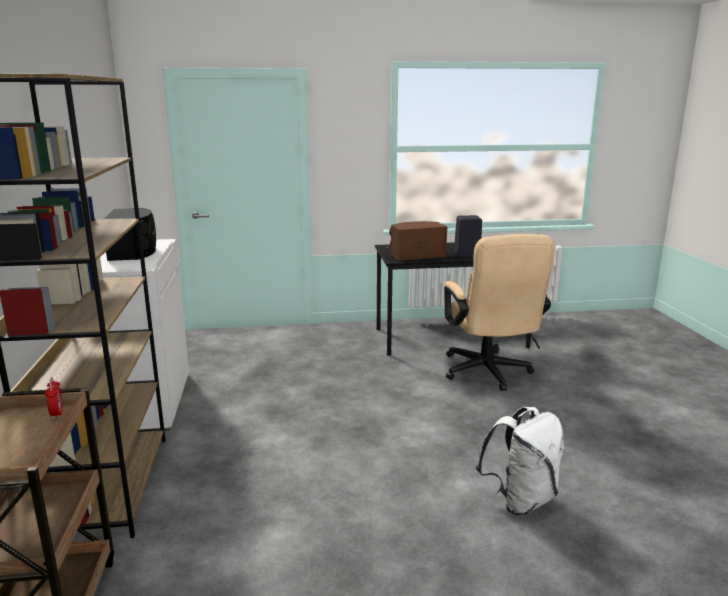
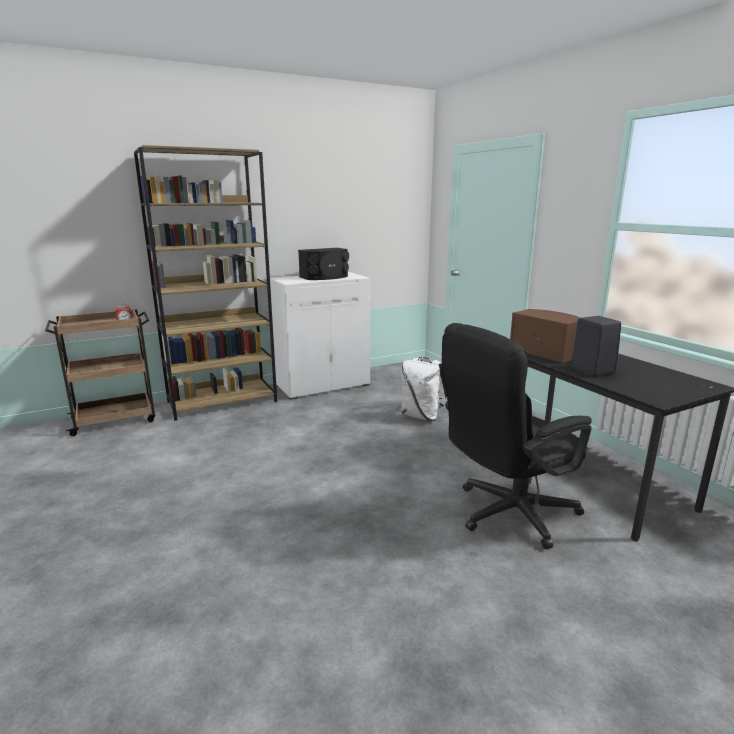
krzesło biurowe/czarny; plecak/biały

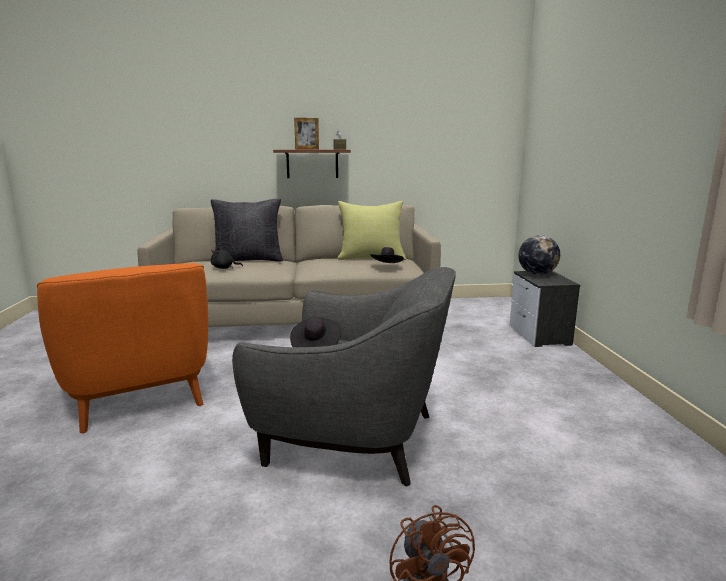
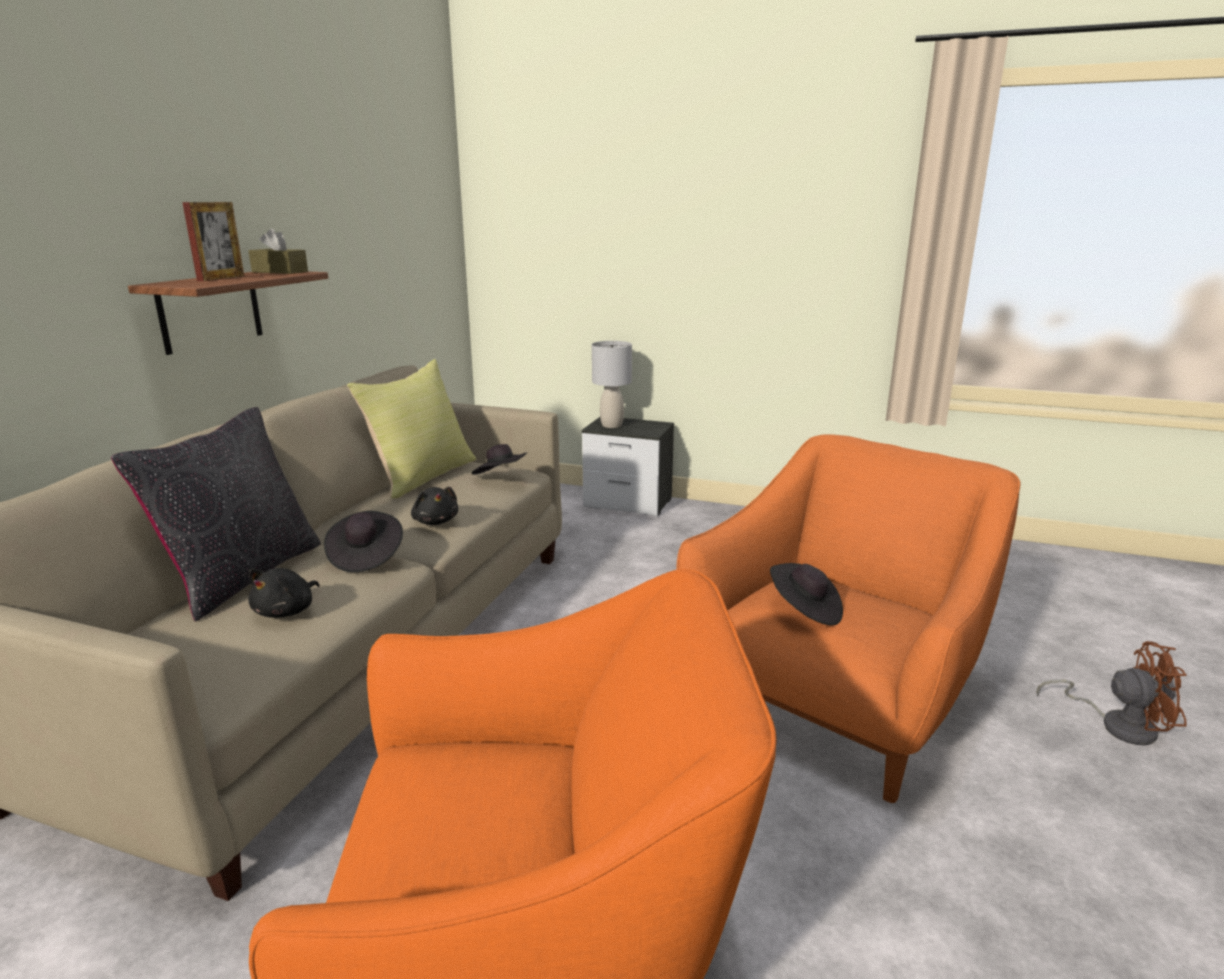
fotel/pomarańczowy (2nd from left); lampa stołowa/szary; kapelusz/czarny (1st from left); pluszak/czarny (2nd from left)

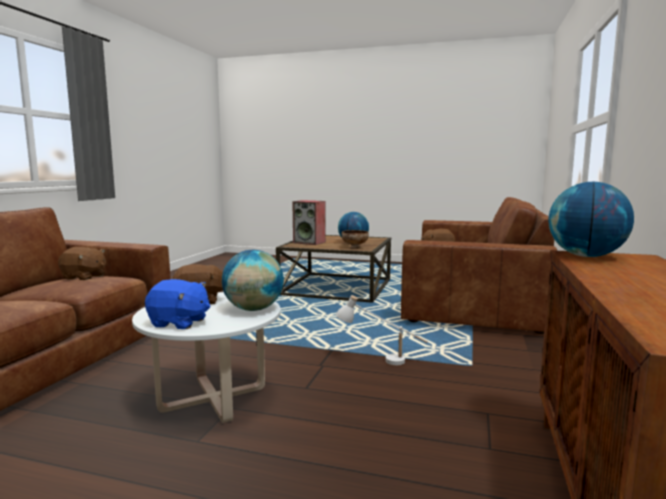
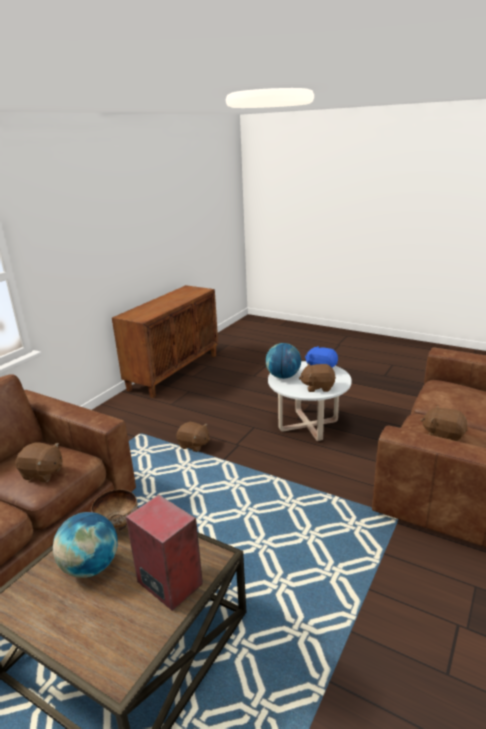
pluszak/brązowy (2nd from left); globus (3rd from left in the first image)

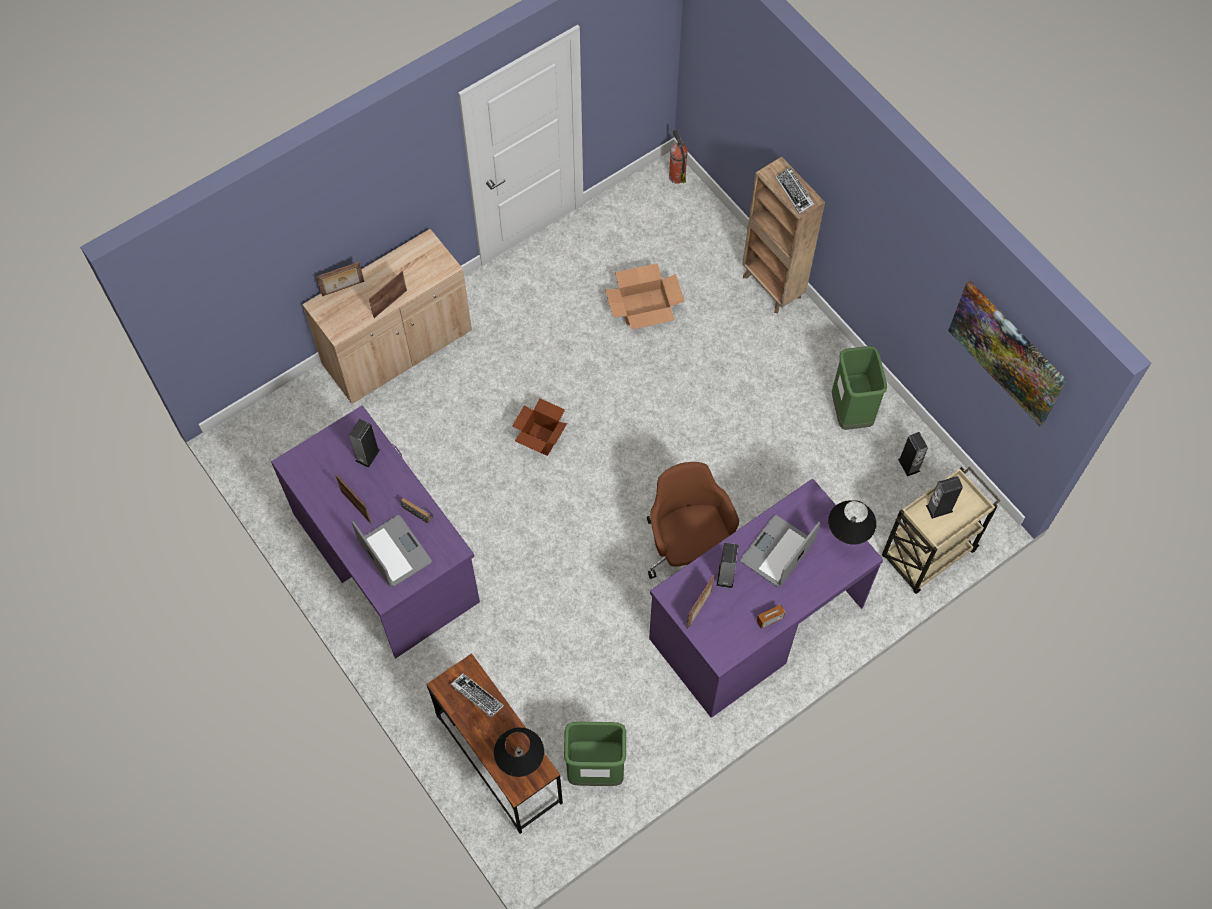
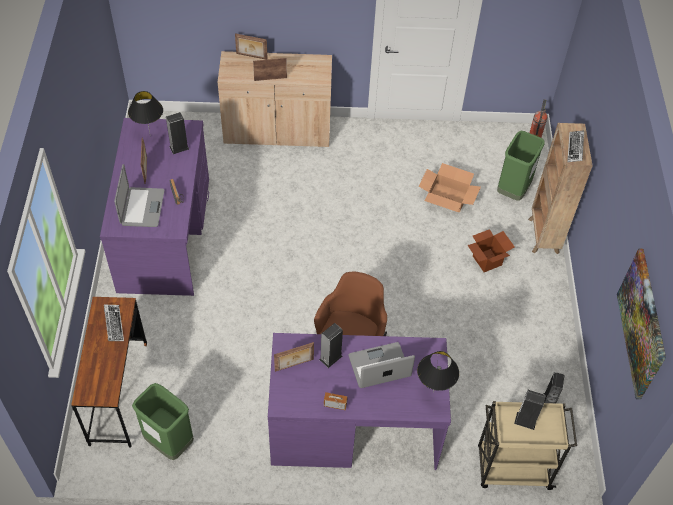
lampa stołowa/czarny (1st from left); karton (2nd from left); kosz na śmieci/zielony (2nd from left)

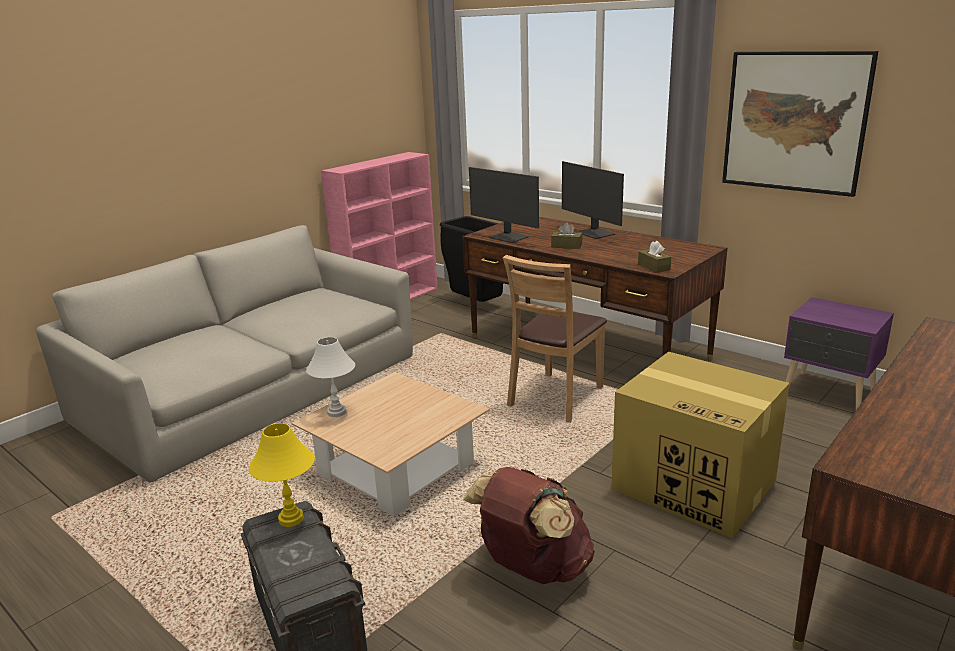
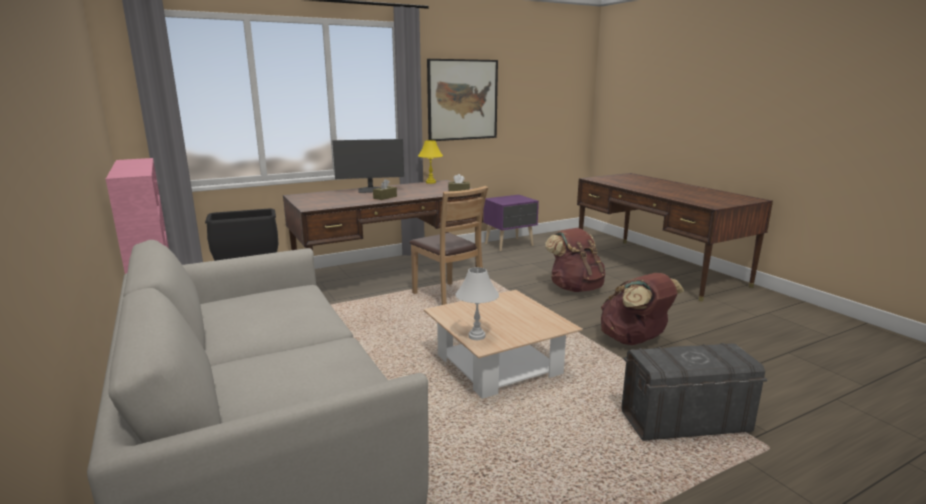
lampa stołowa/żółty; monitor (1st from left in the first image); plecak/brązowy (1st from left)

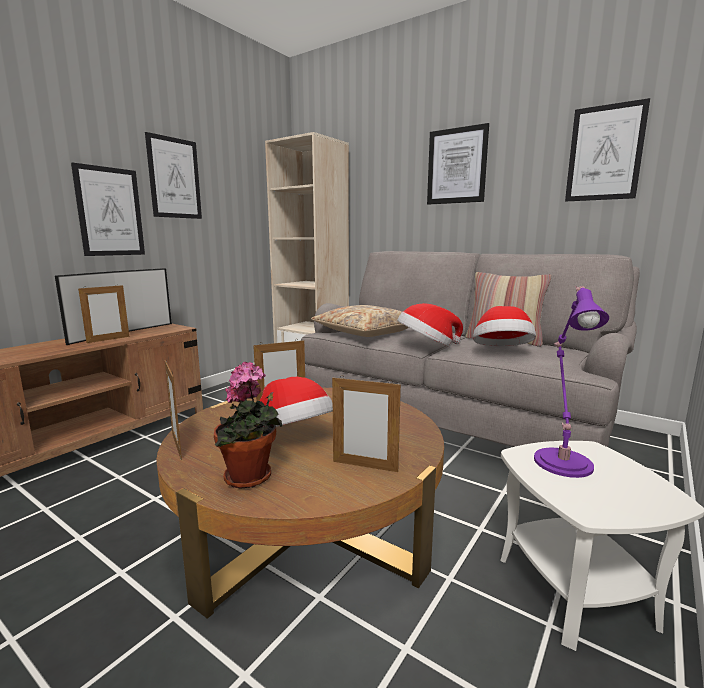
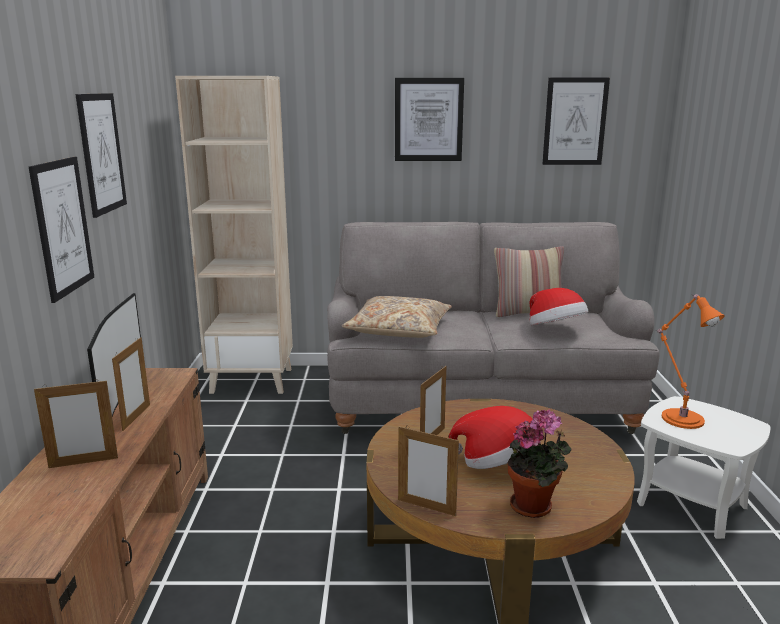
ramka na zdjęcie (1st from left); kapelusz (2nd from left in the first image); lampa stołowa/pomarańczowy

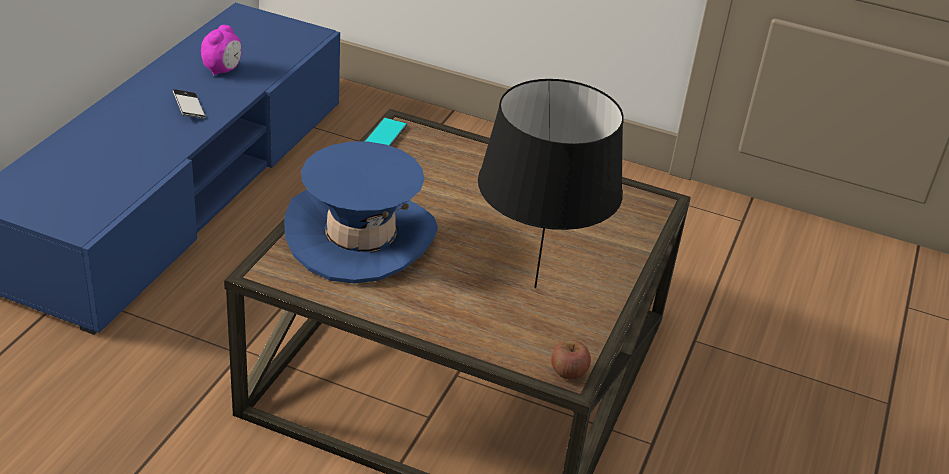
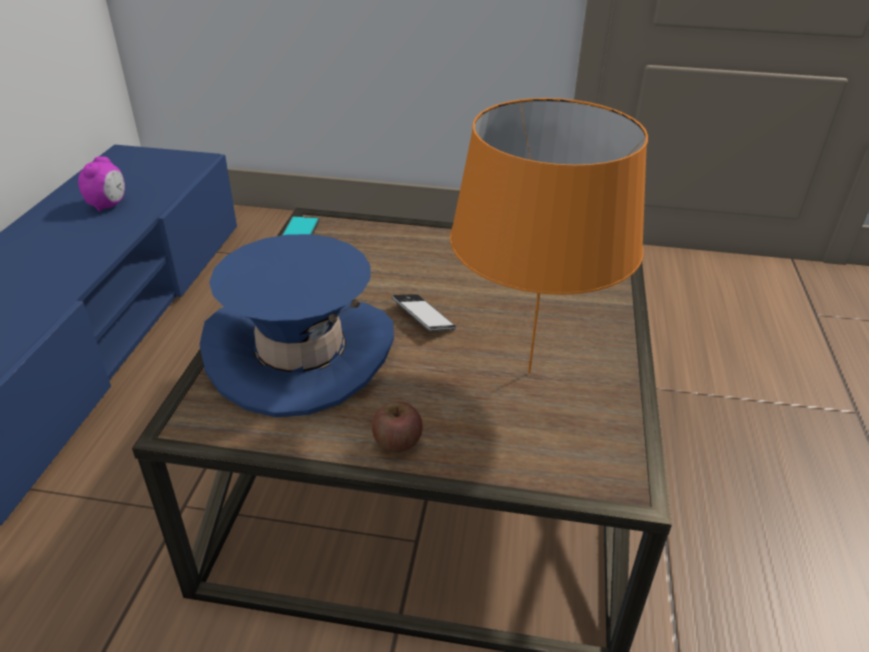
telefon (2nd from left); lampa stołowa/pomarańczowy; jabłko

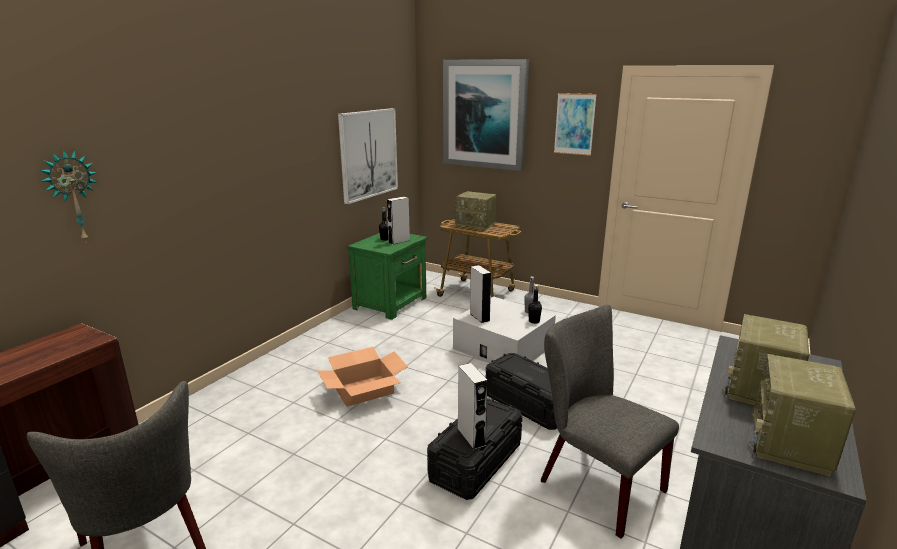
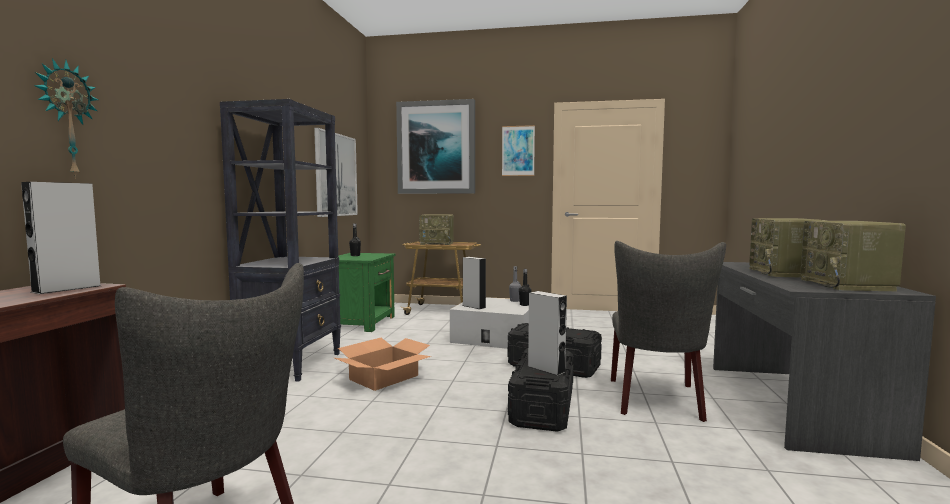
głośnik/szary (1st from left); krzesło/szary (2nd from left); regał/czarny

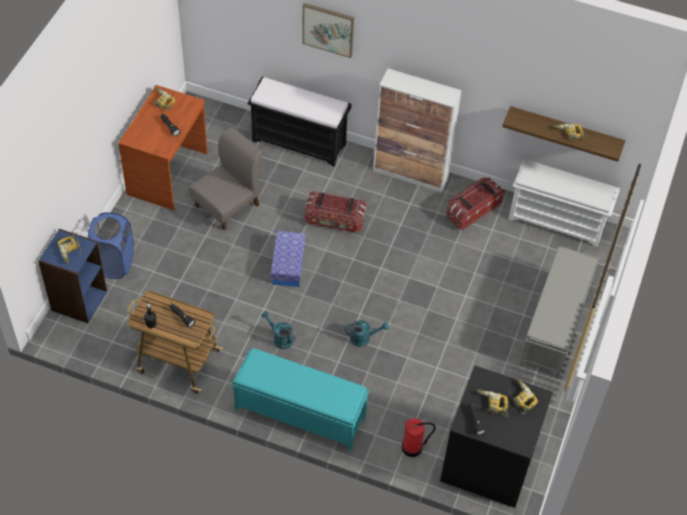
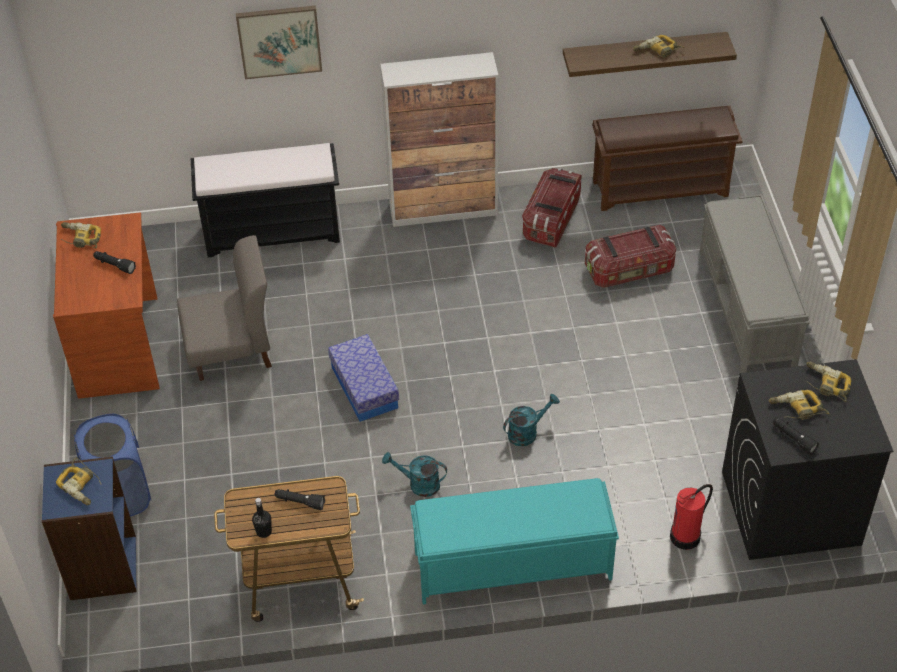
krzesło/szary; pojemnik do przechowywania (3rd from left); regał na buty/brązowy

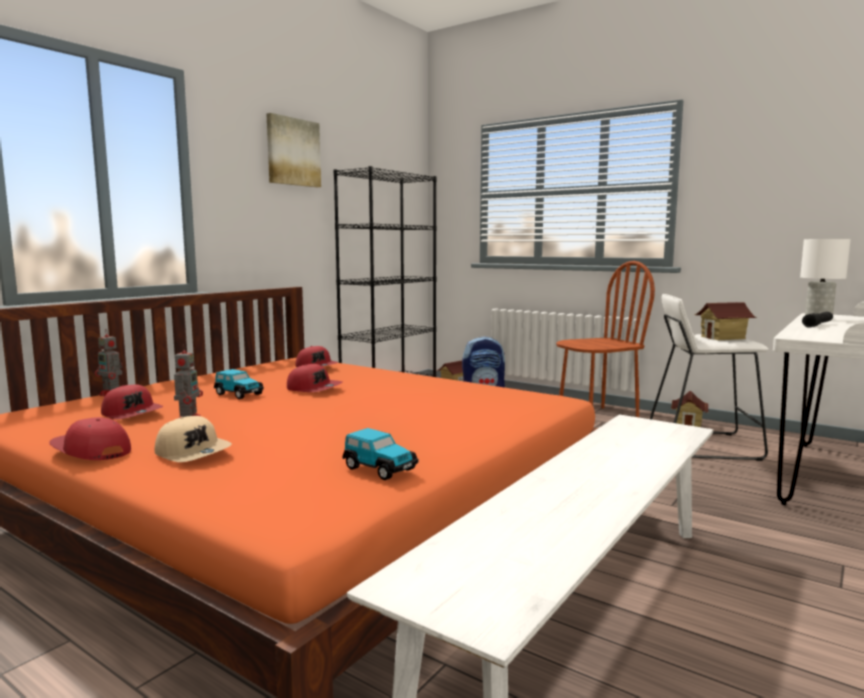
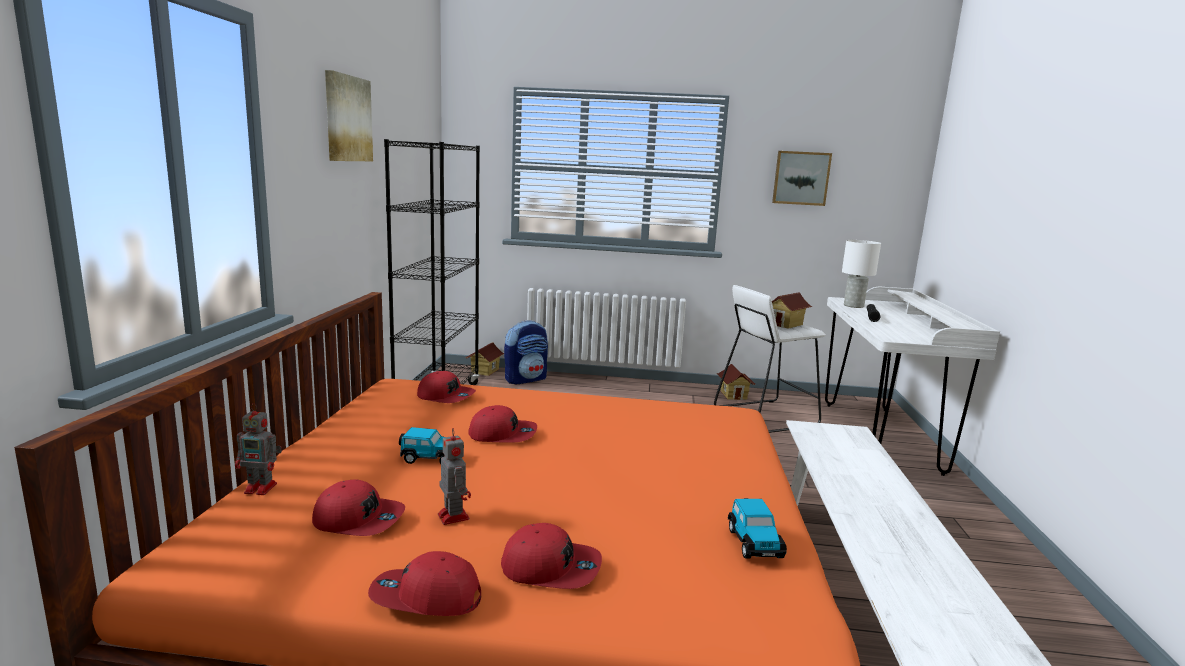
czapka z daszkiem/czerwony (5th from left); samochodzik (2nd from left); krzesło/brązowy; obraz (2nd from left)

